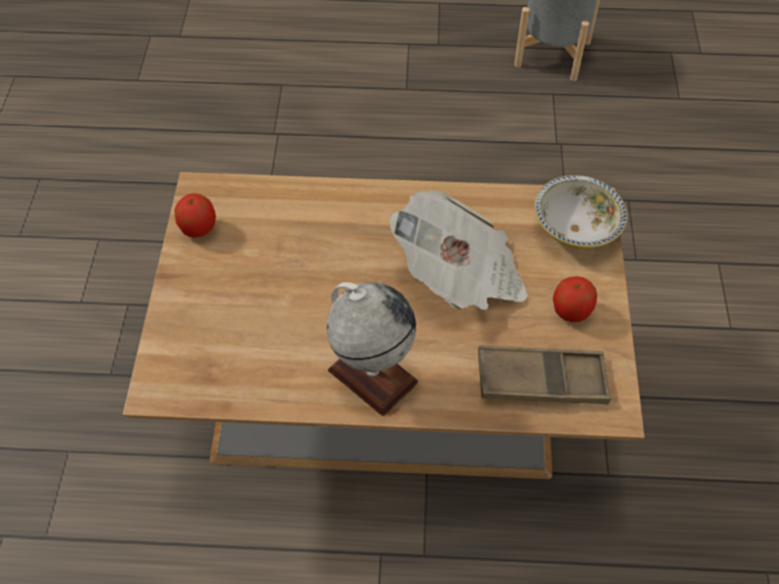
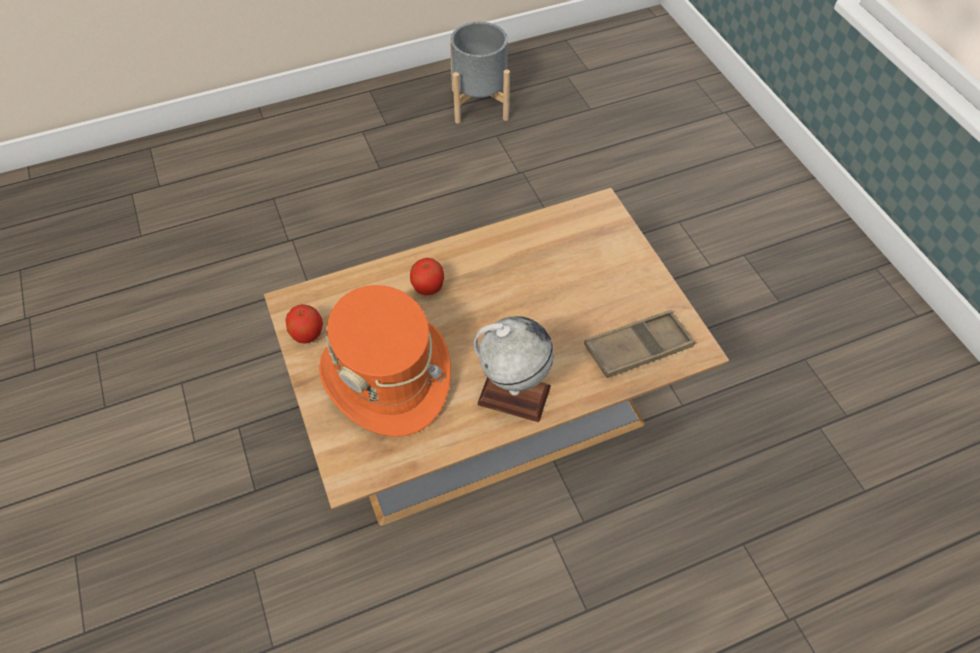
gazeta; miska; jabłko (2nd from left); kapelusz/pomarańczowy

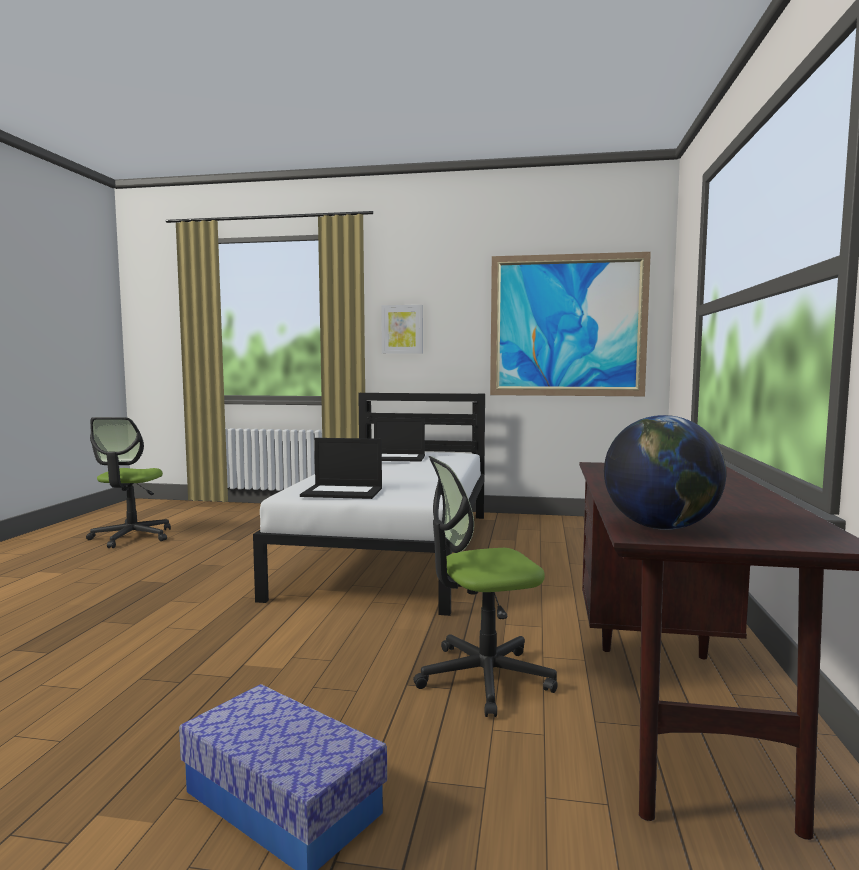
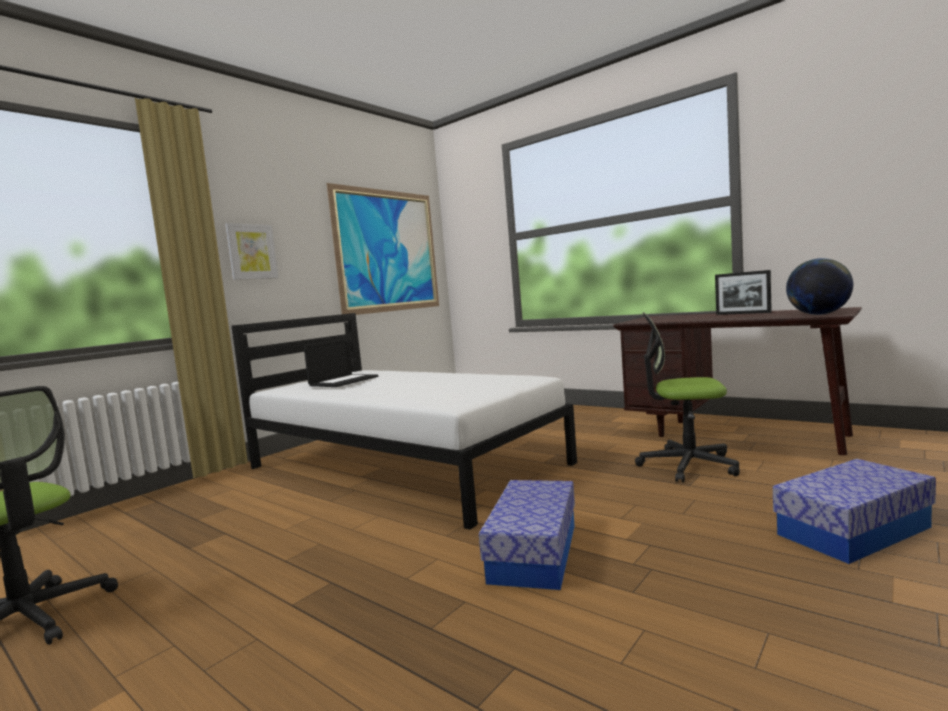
laptop (1st from left in the first image); krzesło biurowe (2nd from left); pojemnik do przechowywania (1st from left); ramka na zdjęcie

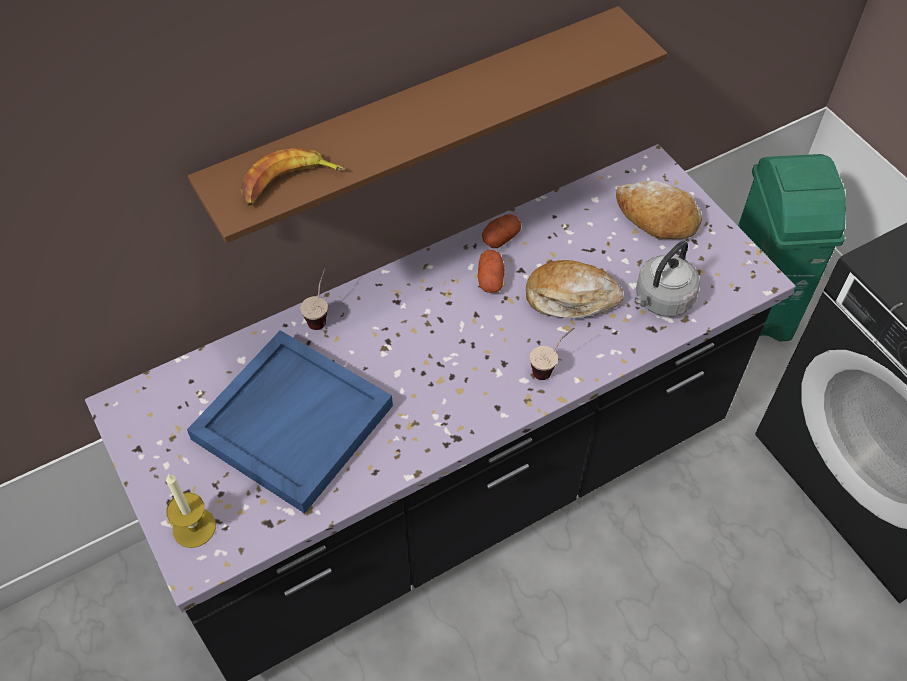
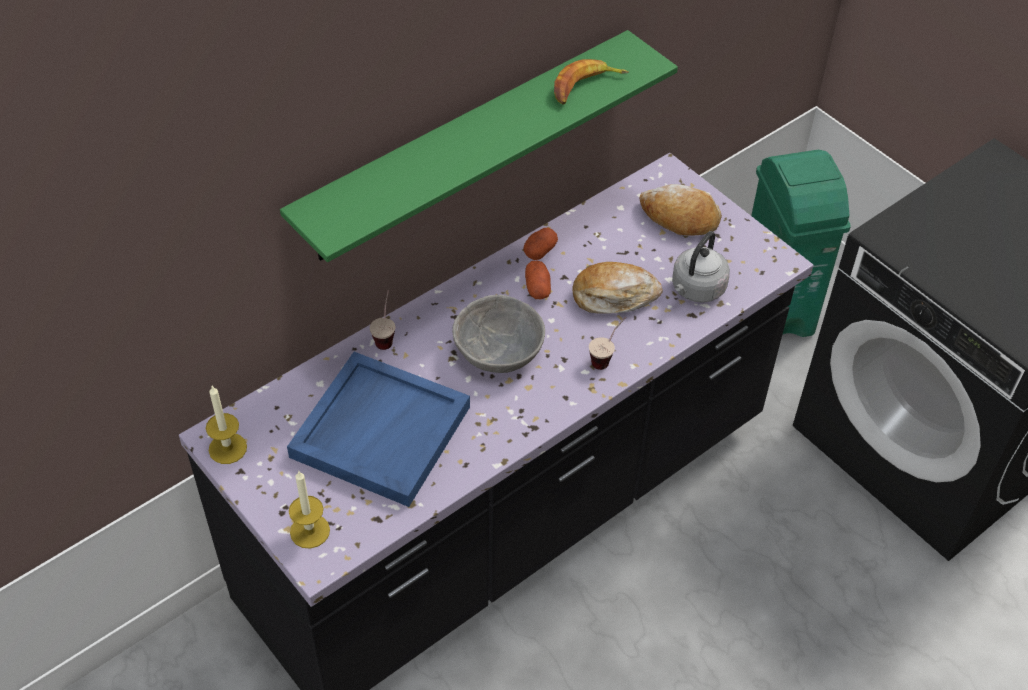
półka/zielony; banan; świeca (1st from left); miska/szary

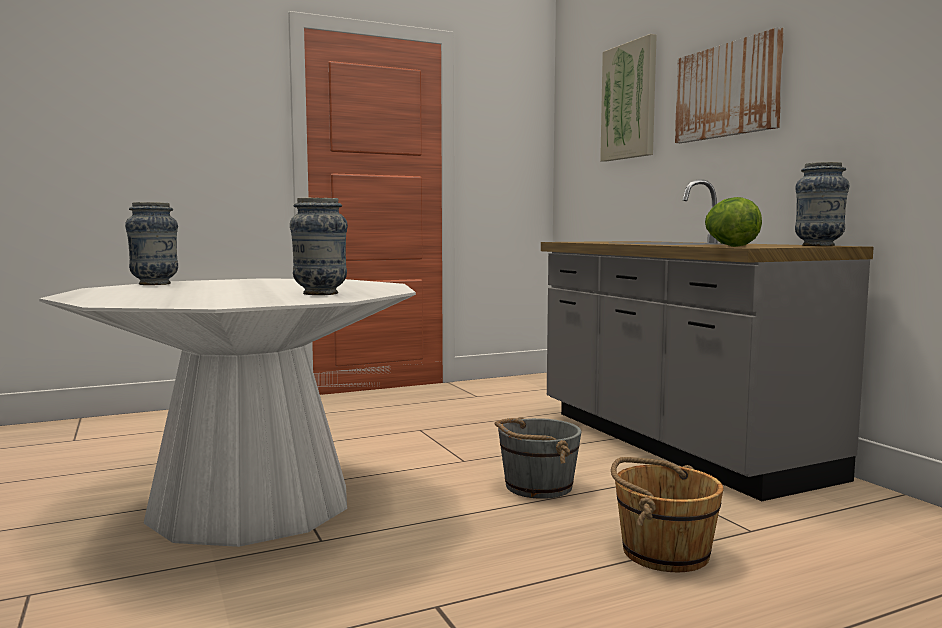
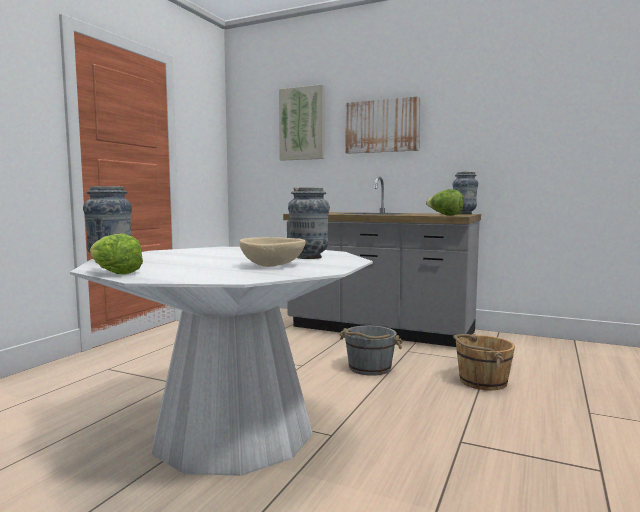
sałata (1st from left); miska/beżowy

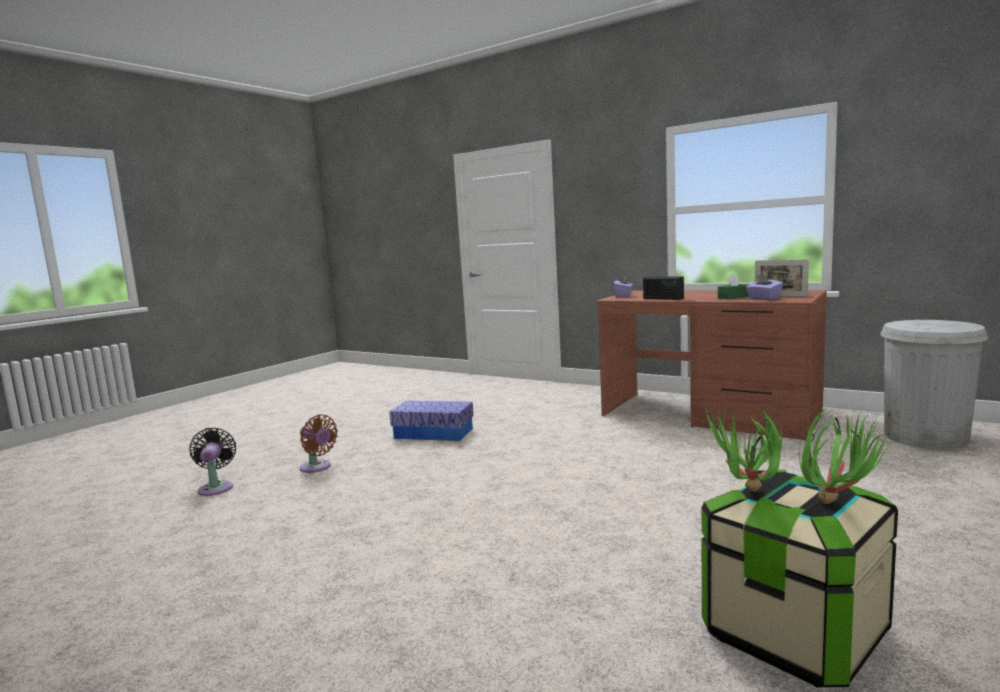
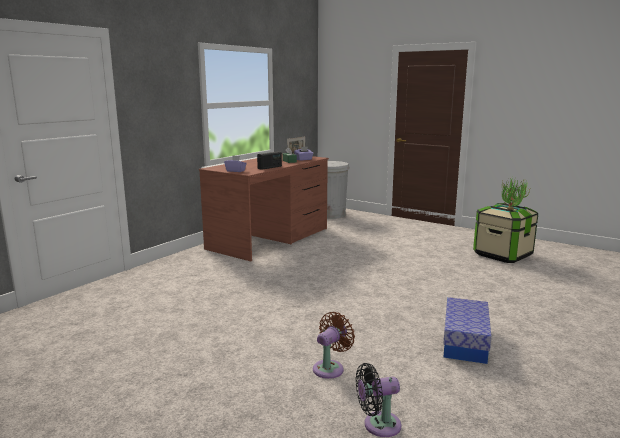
pojemnik do przechowywania (1st from left)

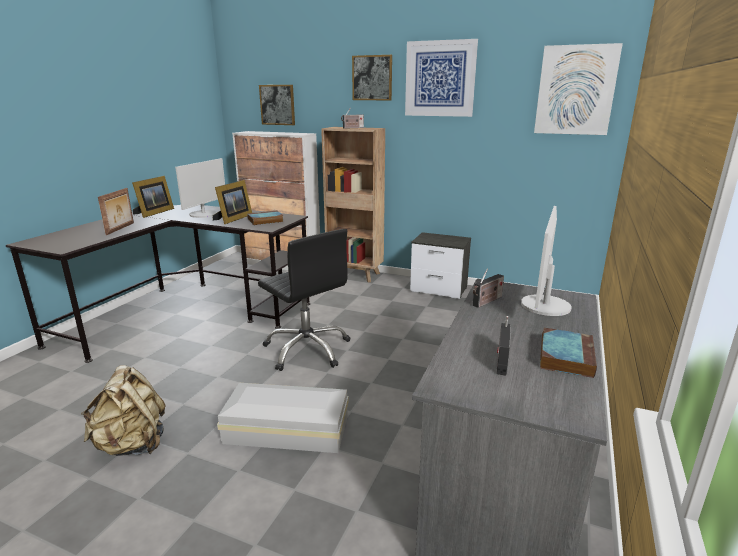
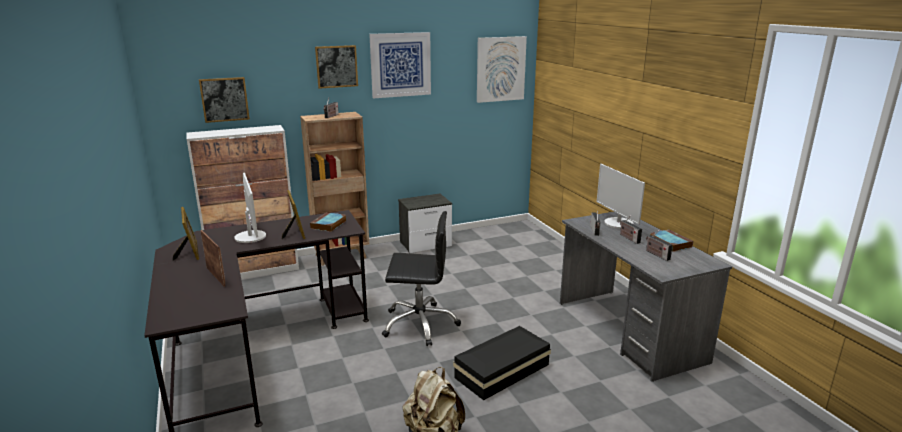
pojemnik do przechowywania/czarny; radio (3rd from left)

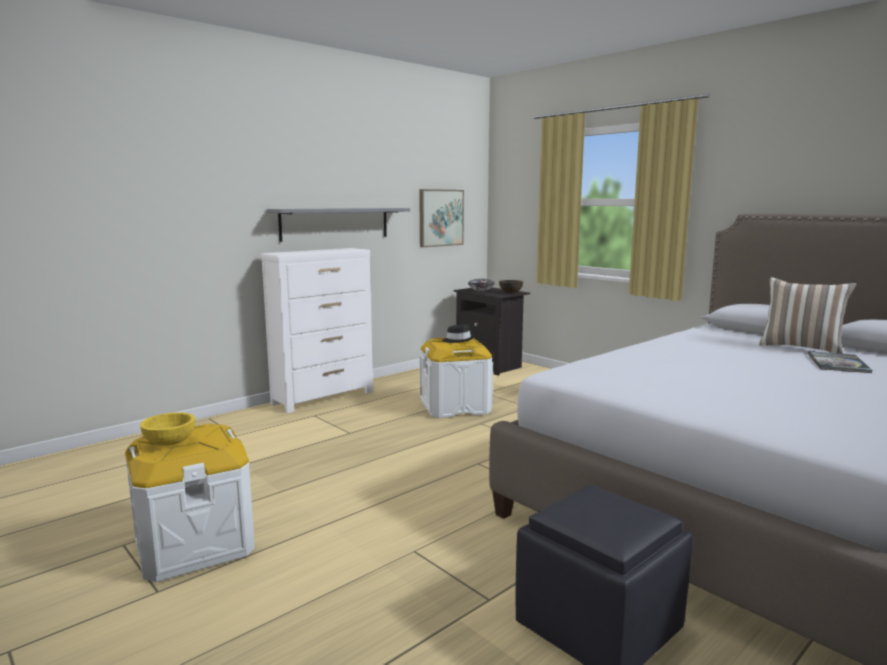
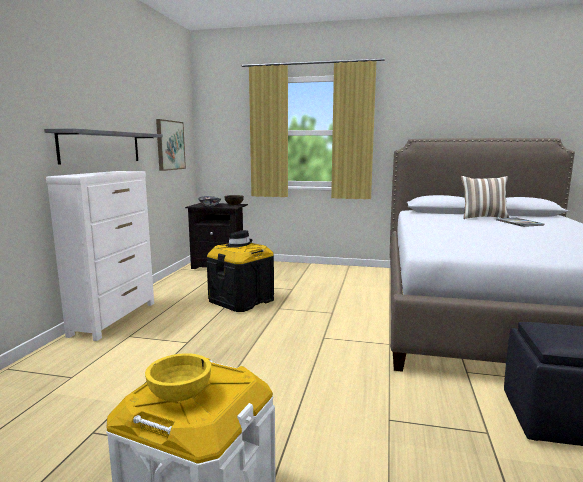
pojemnik do przechowywania/czarny

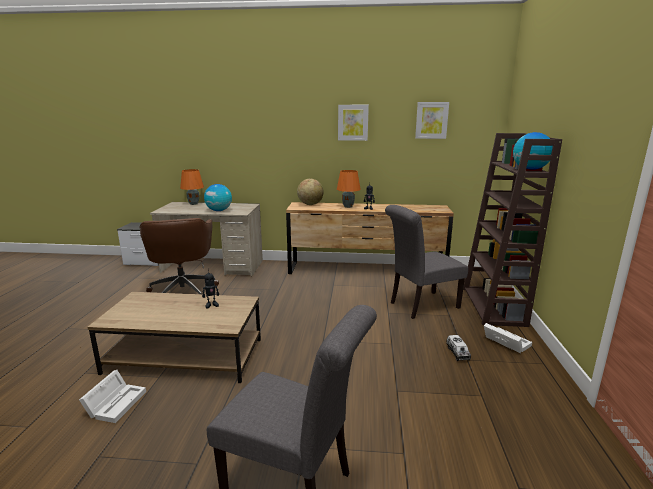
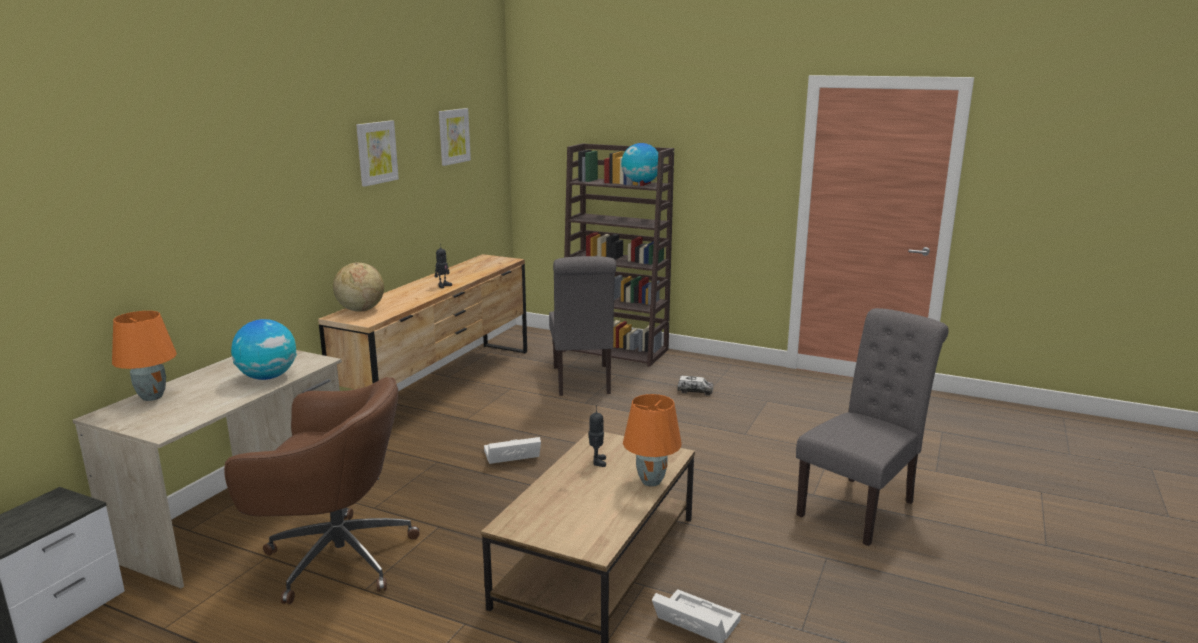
lampa stołowa/pomarańczowy (2nd from left); pojemnik do przechowywania/biały (1st from left)

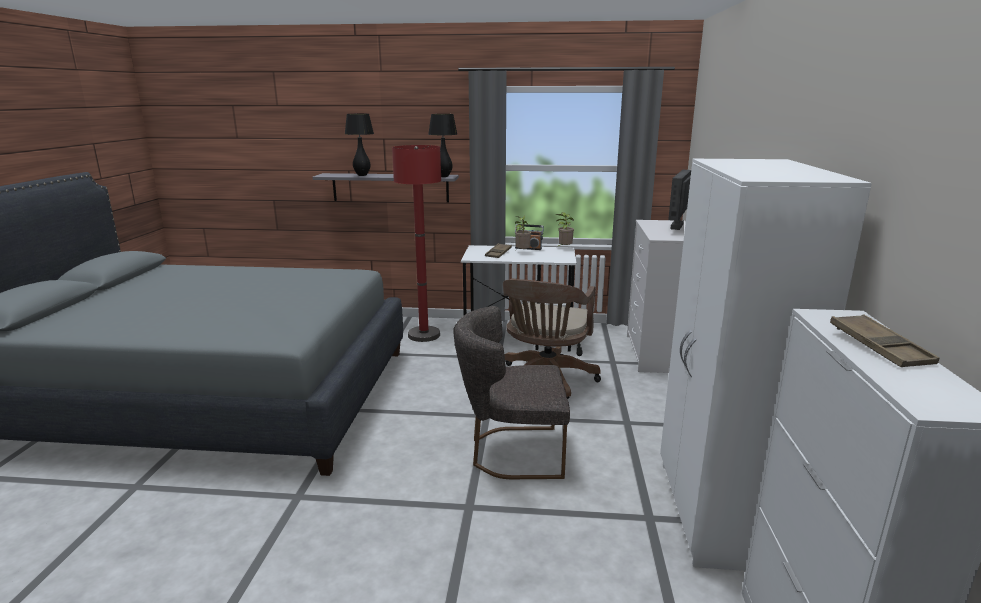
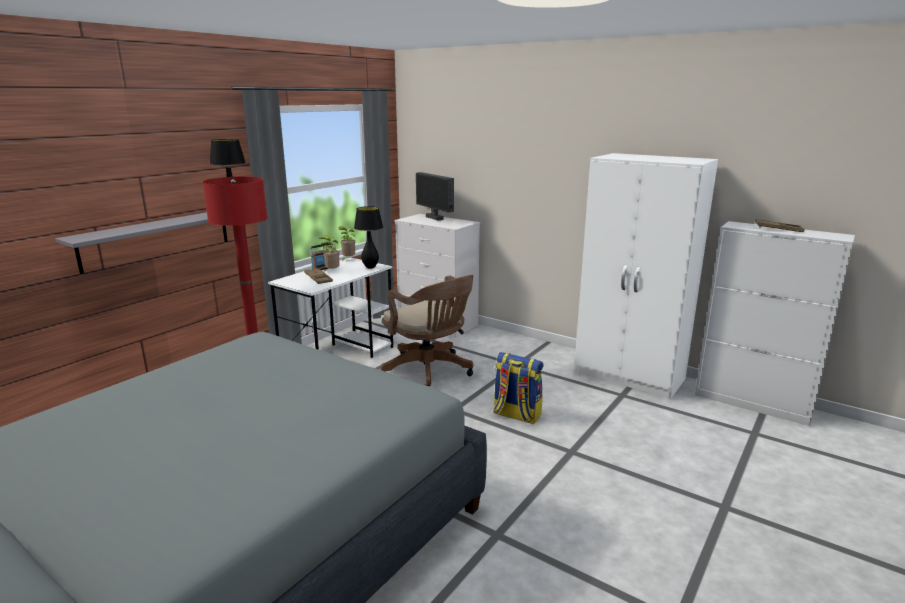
lampa stołowa/czarny (2nd from left); plecak

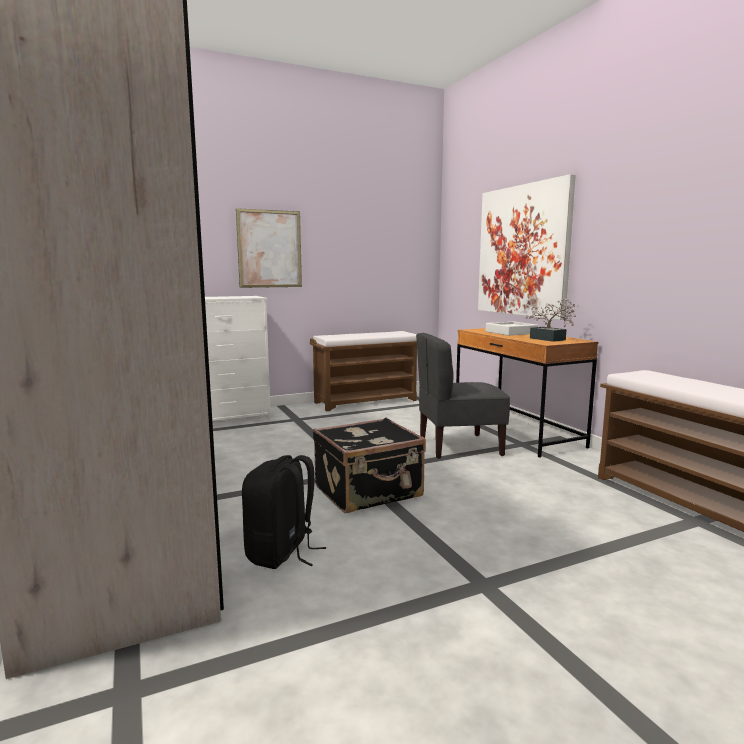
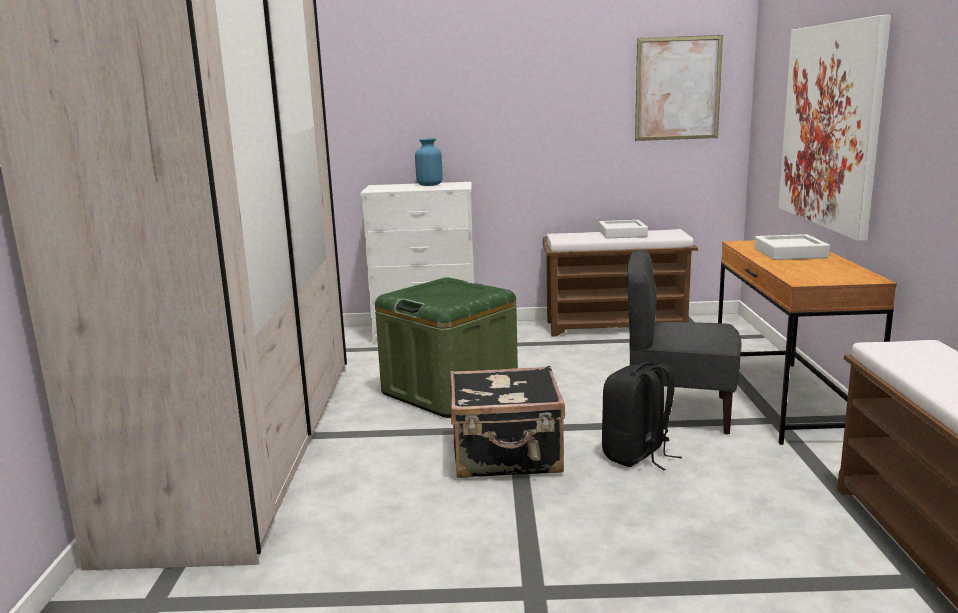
obraz (1st from left); plecak/czarny; roślina doniczkowa; pojemnik do przechowywania/zielony; wazon/niebieski; taca/biały (1st from left)

